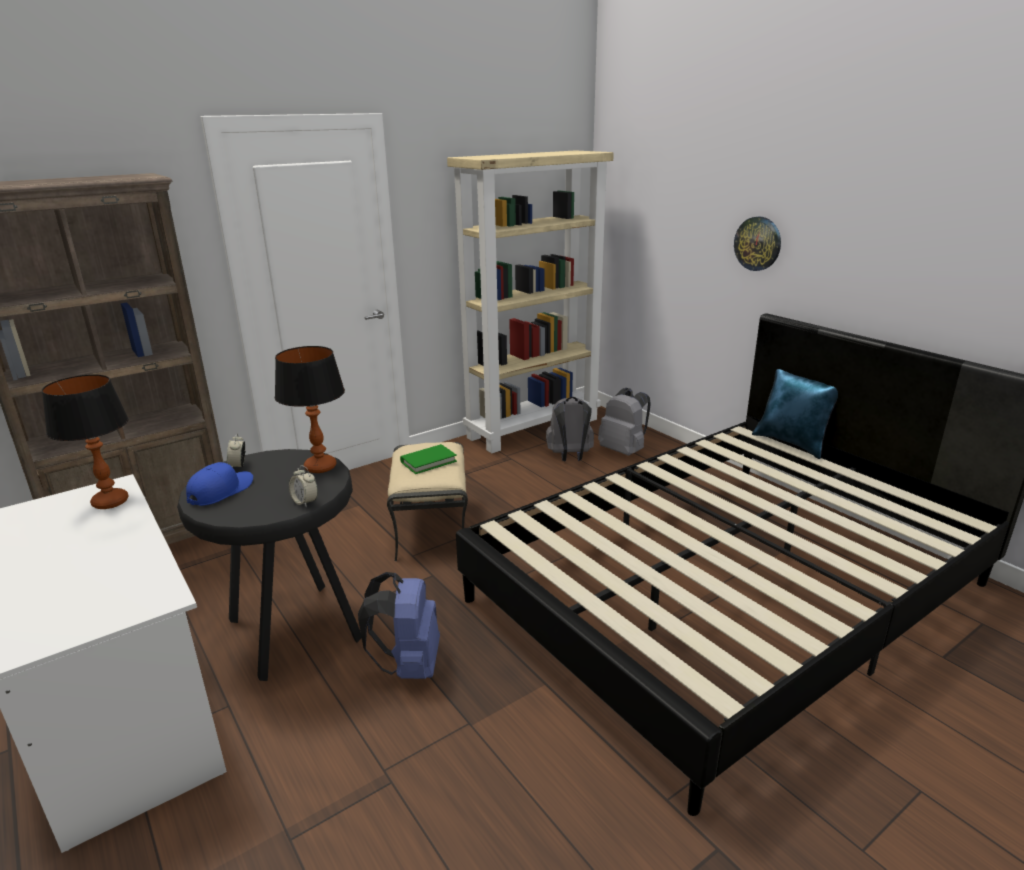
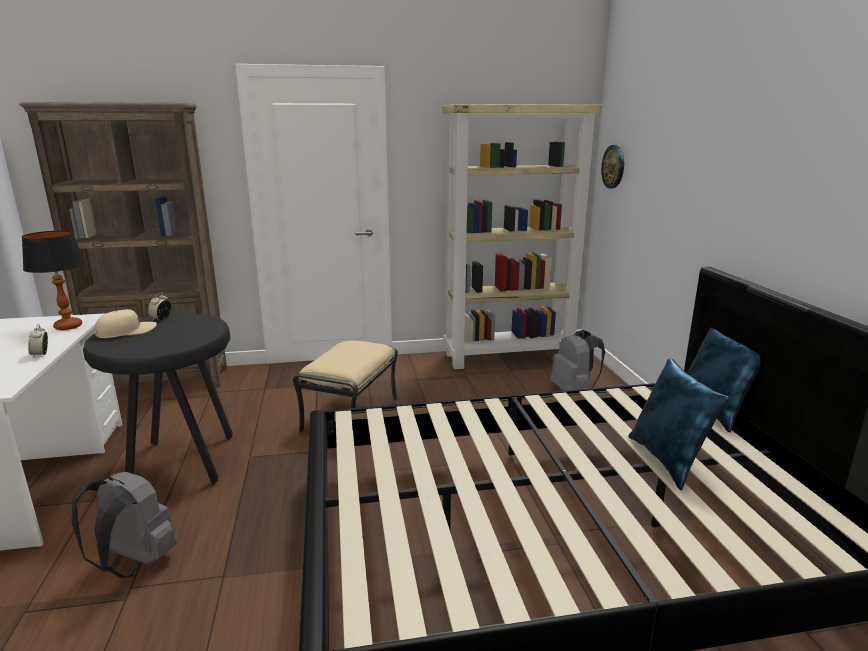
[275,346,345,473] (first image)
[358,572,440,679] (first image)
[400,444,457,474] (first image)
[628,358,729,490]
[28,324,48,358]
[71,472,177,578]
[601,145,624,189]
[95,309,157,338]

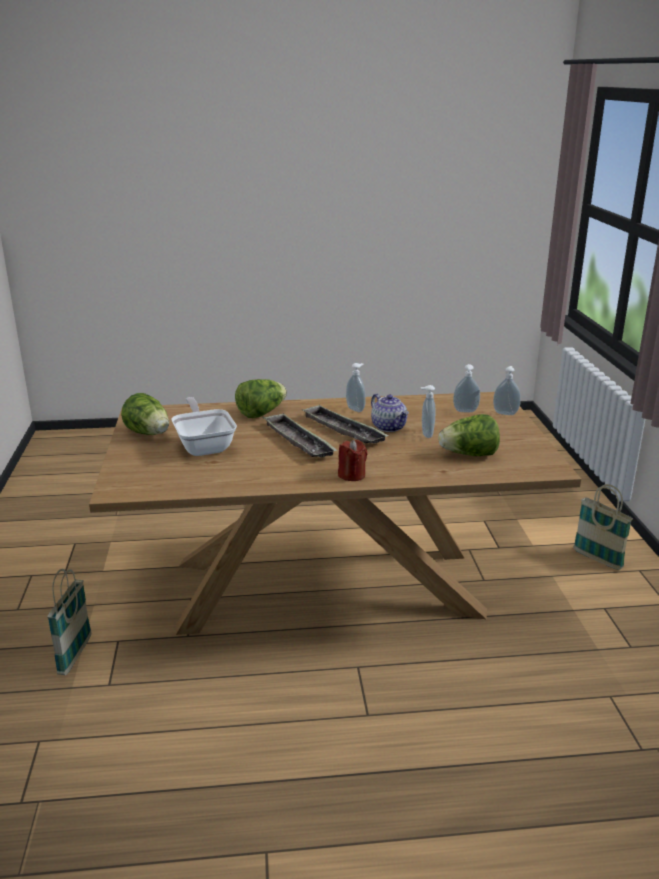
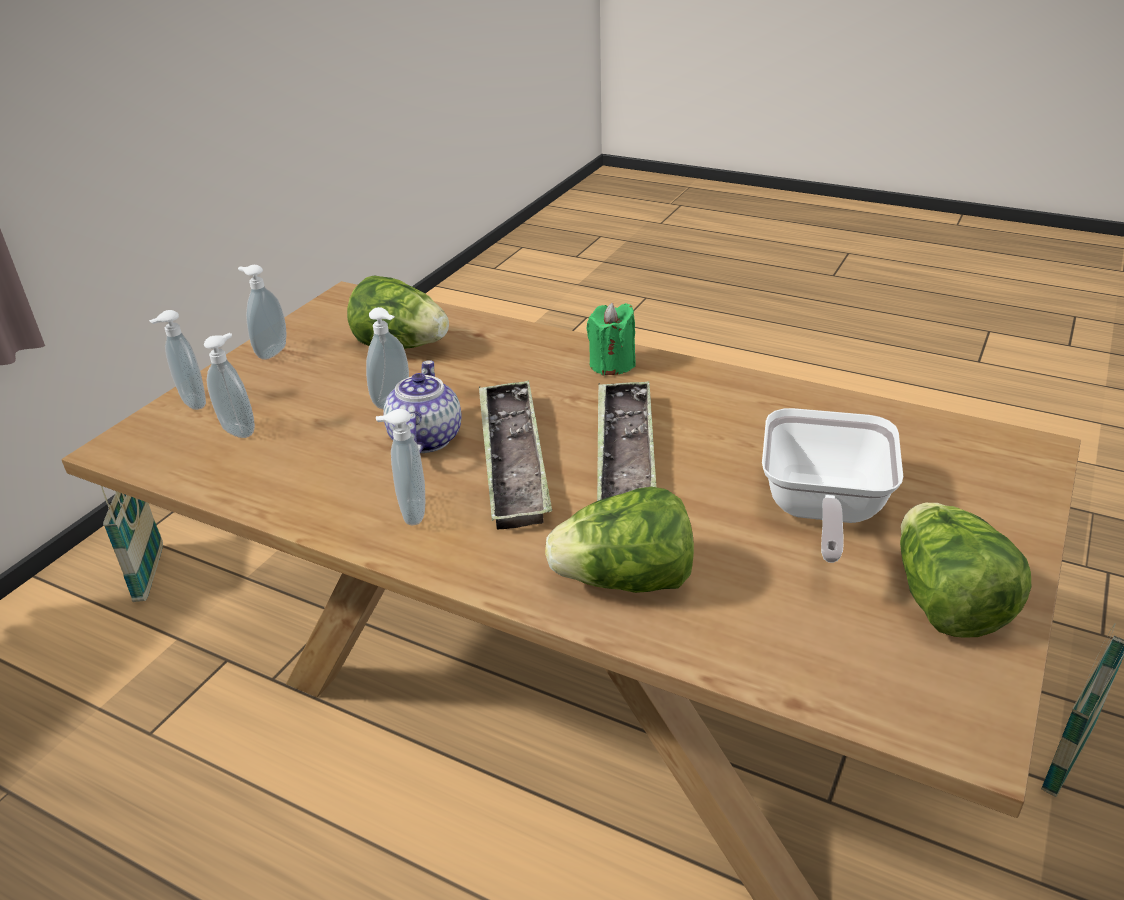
[238,265,287,360]
[586,303,636,375]

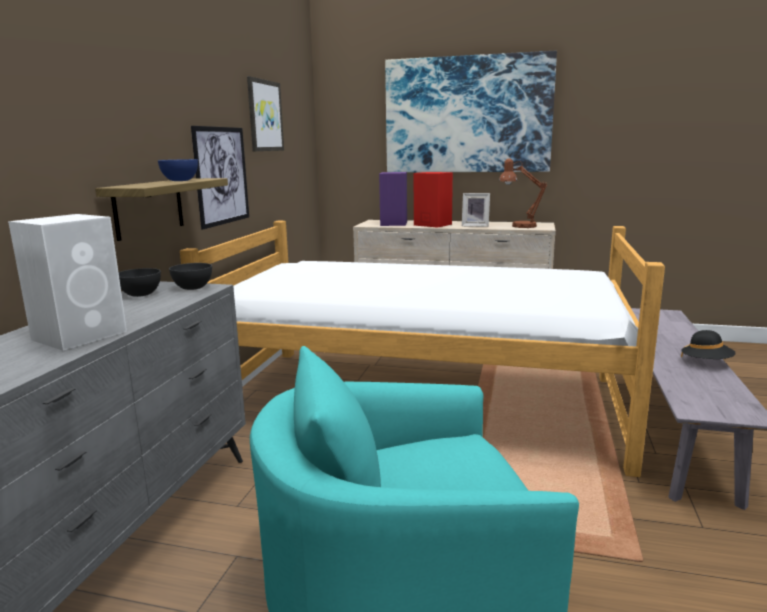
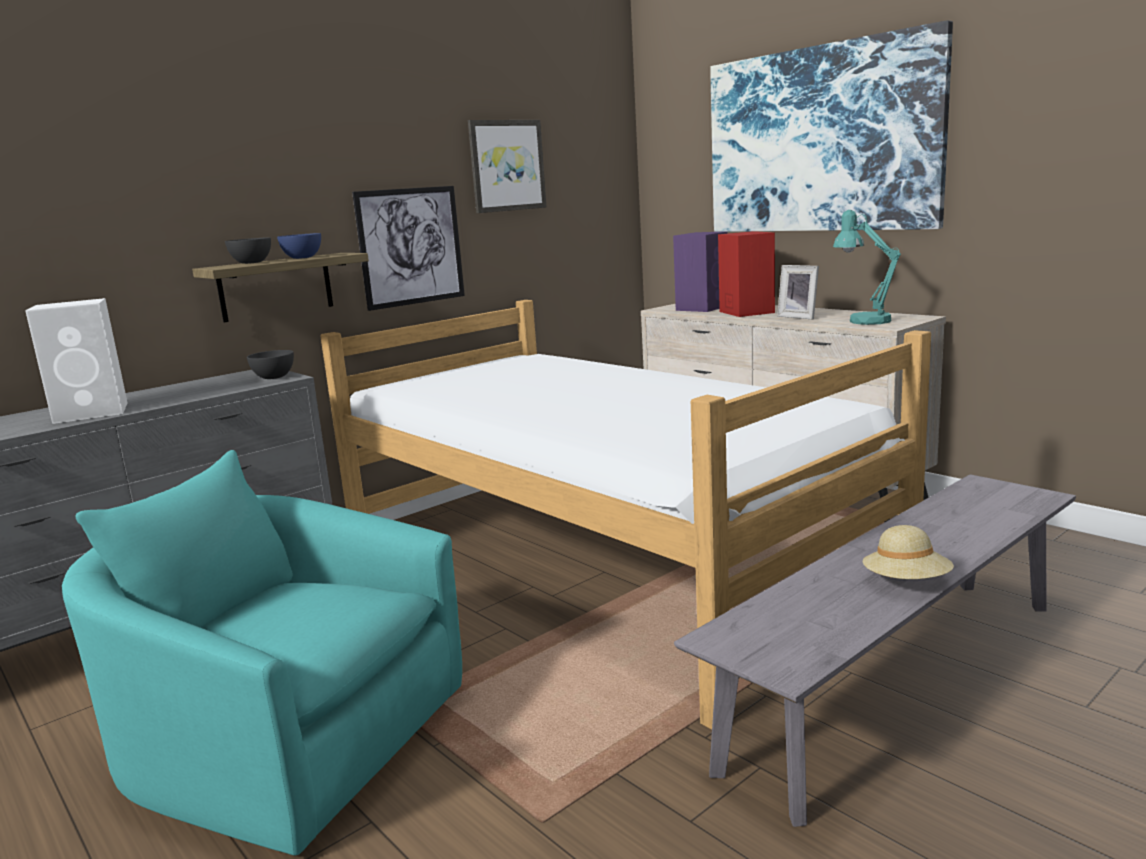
[225,237,271,264]
[833,210,901,325]
[862,525,954,579]

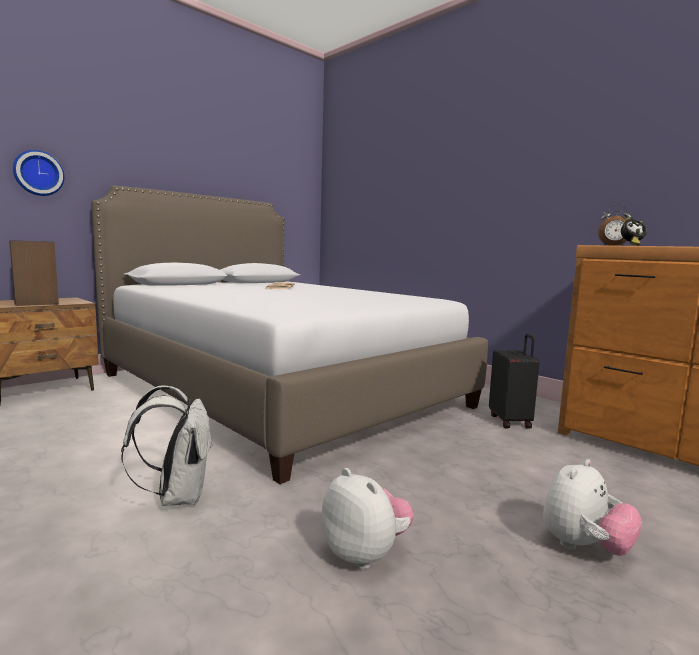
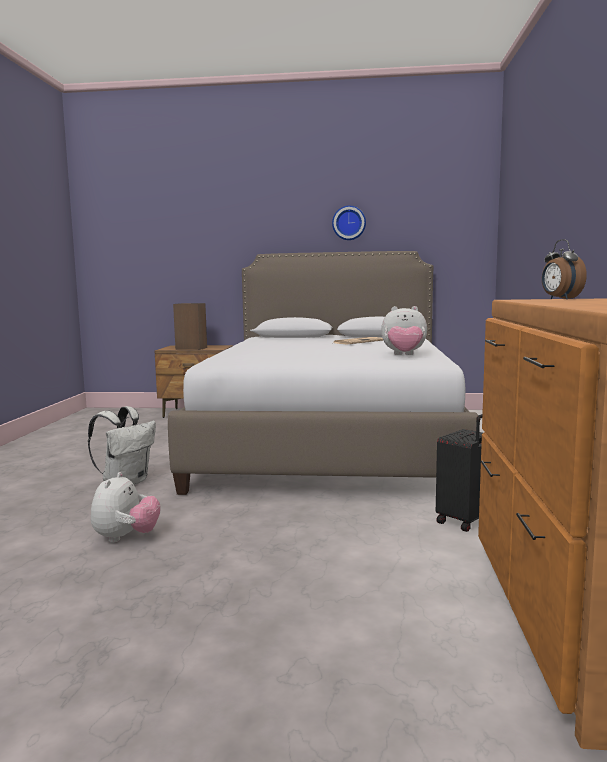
[621,217,647,246] (first image)
[332,206,366,240]
[381,306,427,355]

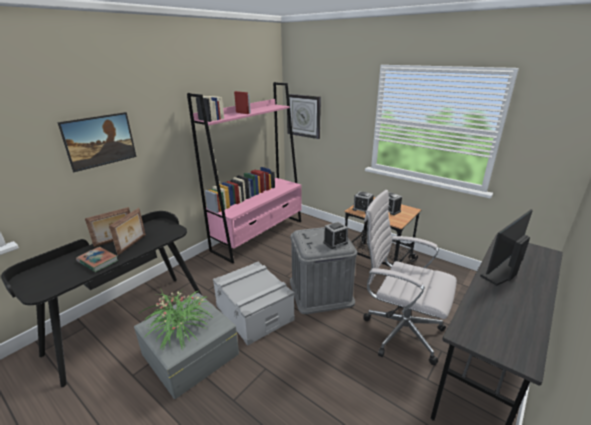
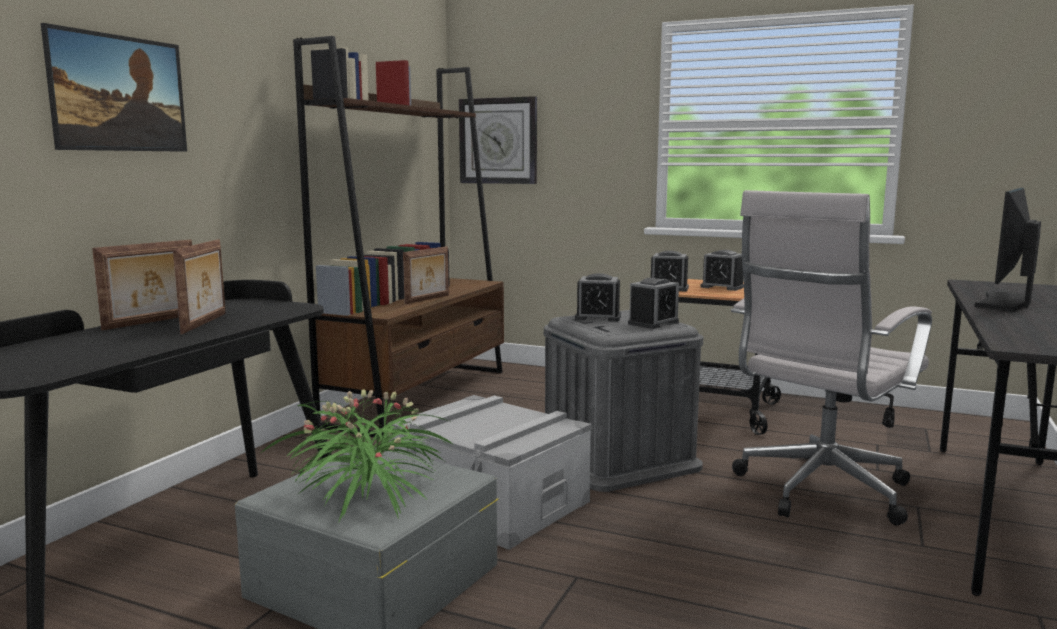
[76,247,118,272] (first image)
[403,246,449,304]
[575,273,621,321]
[293,36,504,439]
[731,190,932,526]

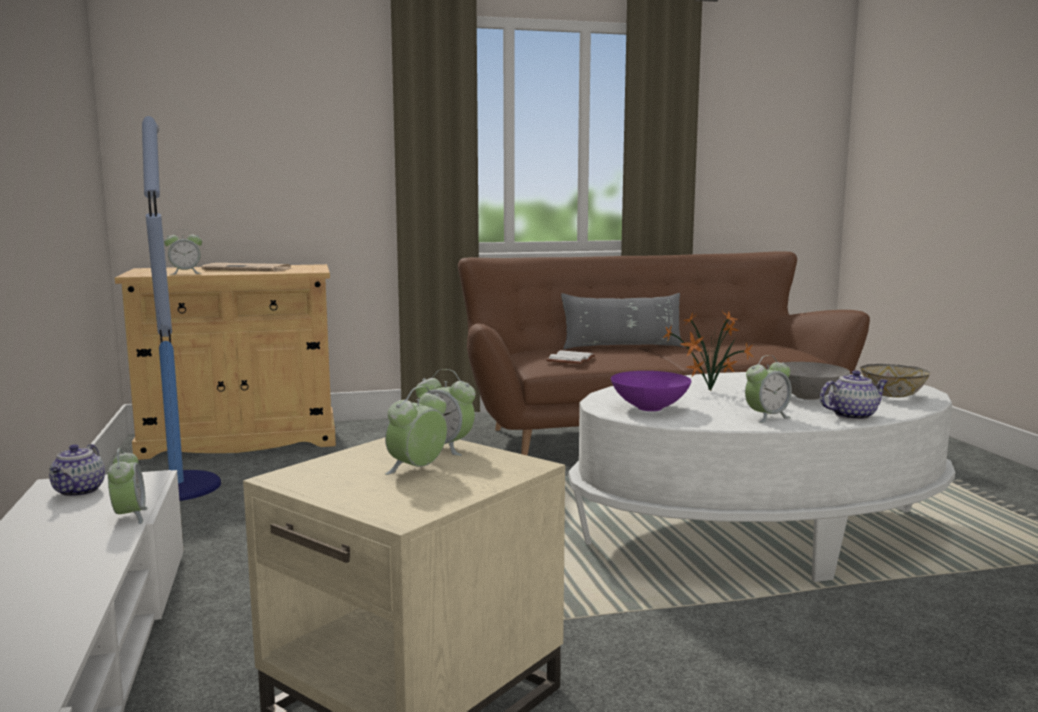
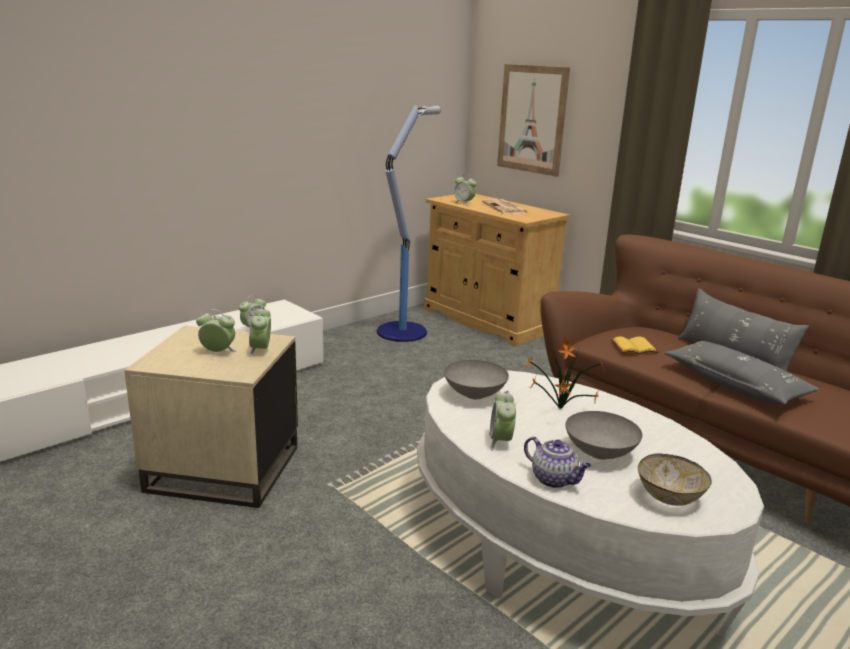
[49,444,105,497] (first image)
[497,64,570,177]
[664,341,820,404]
[611,337,659,354]
[444,360,509,399]
[489,390,516,451]

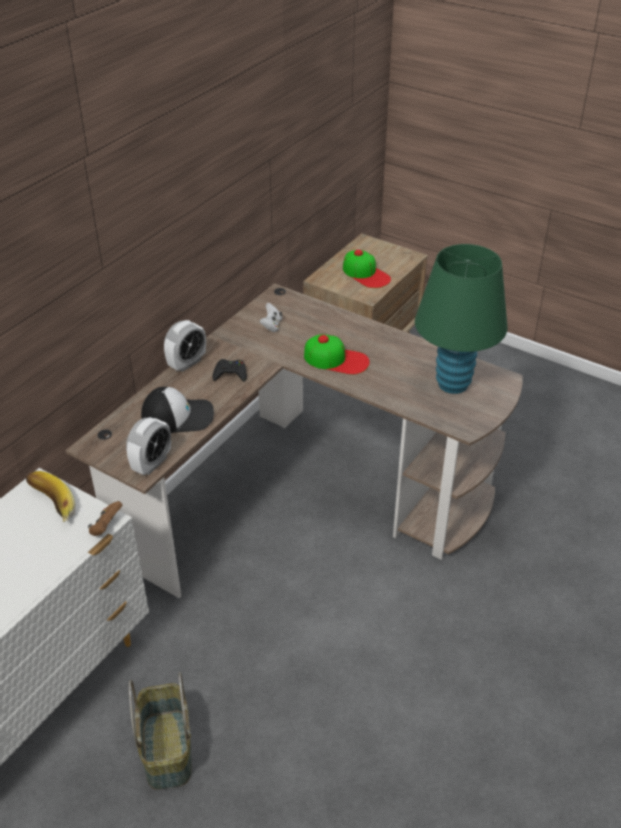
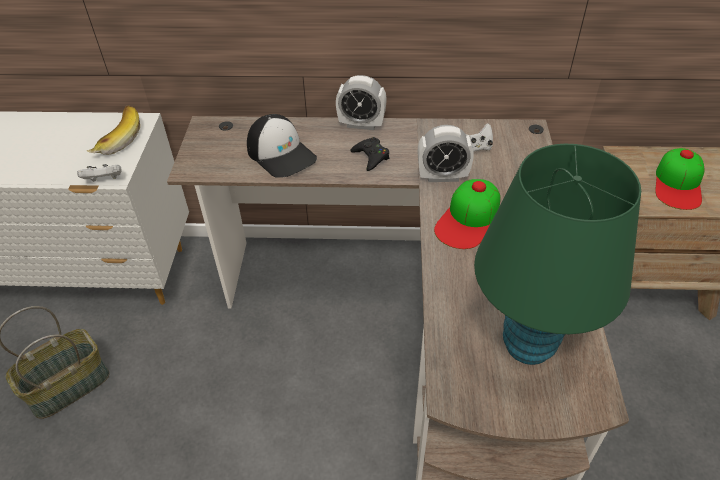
[418,125,474,182]
[77,164,122,182]
[434,179,500,249]

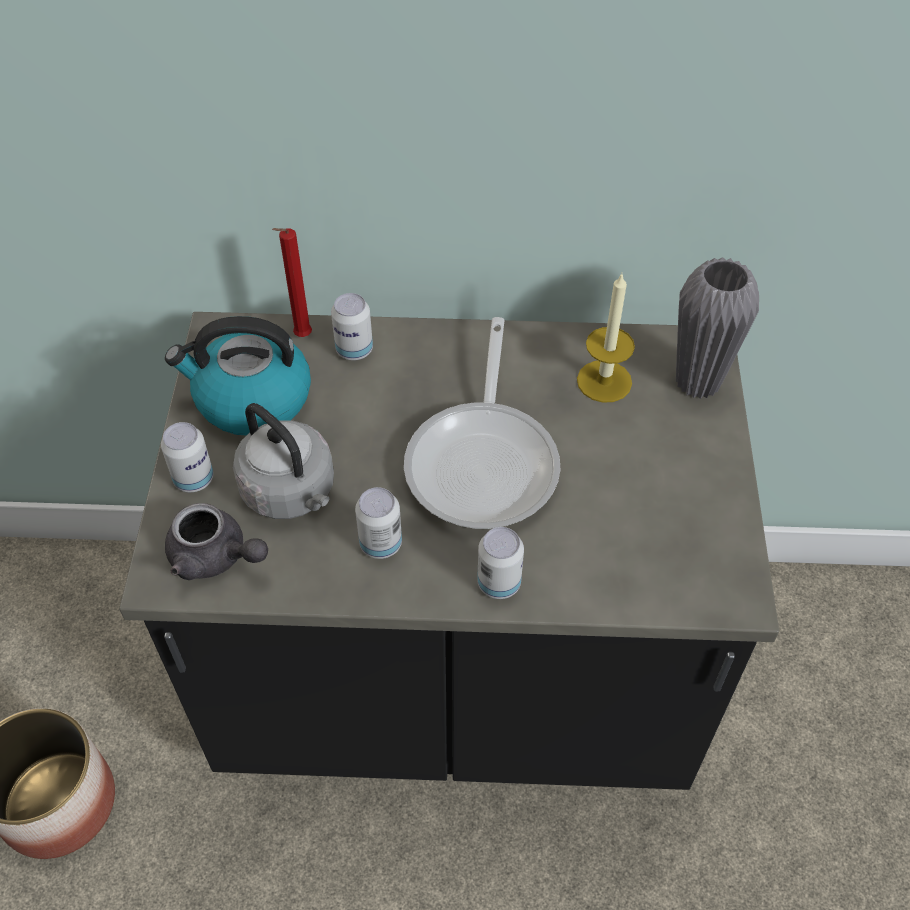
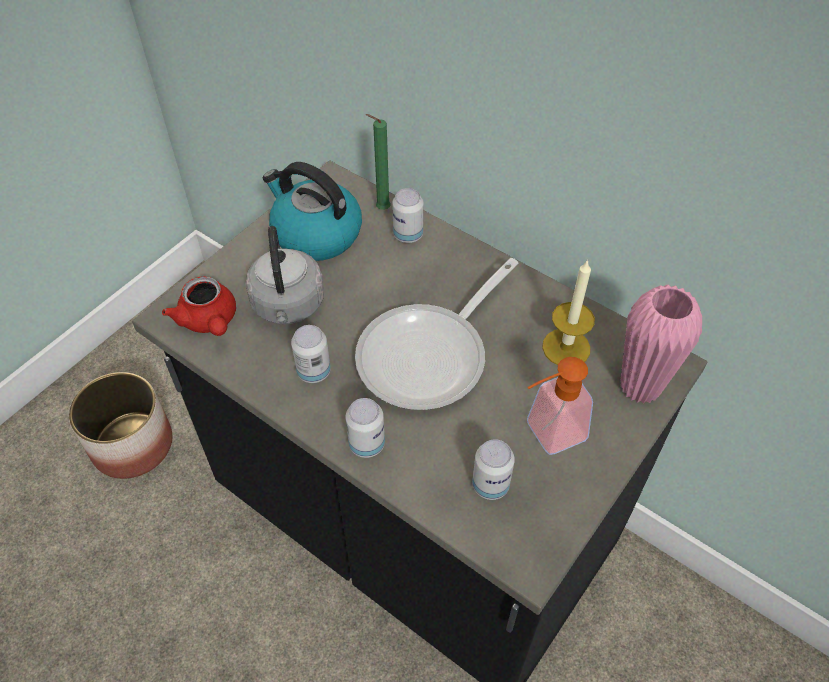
[527,357,593,455]
[472,439,515,500]
[162,276,236,336]
[366,114,391,210]
[620,285,702,404]

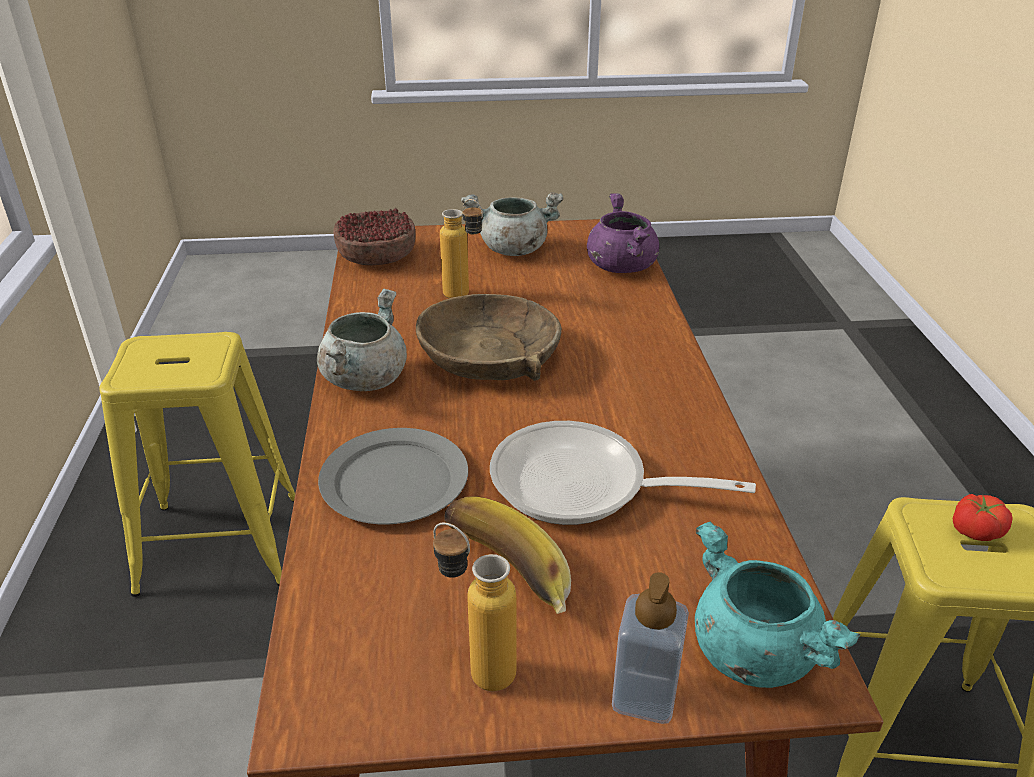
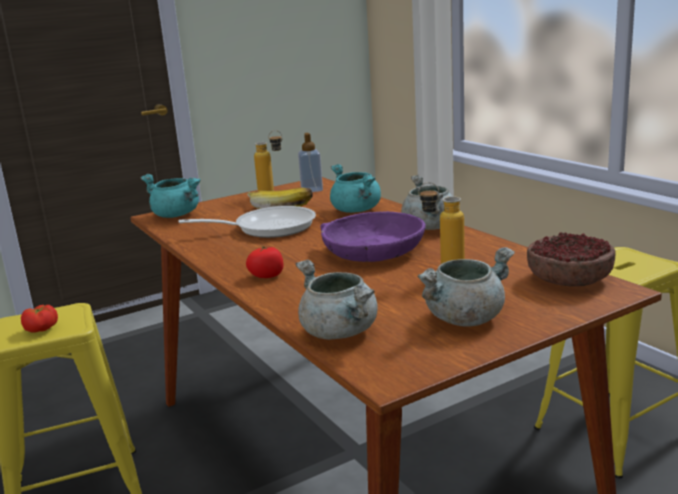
[246,245,283,278]
[298,133,323,192]
[330,164,381,213]
[320,211,426,262]
[296,259,378,340]

